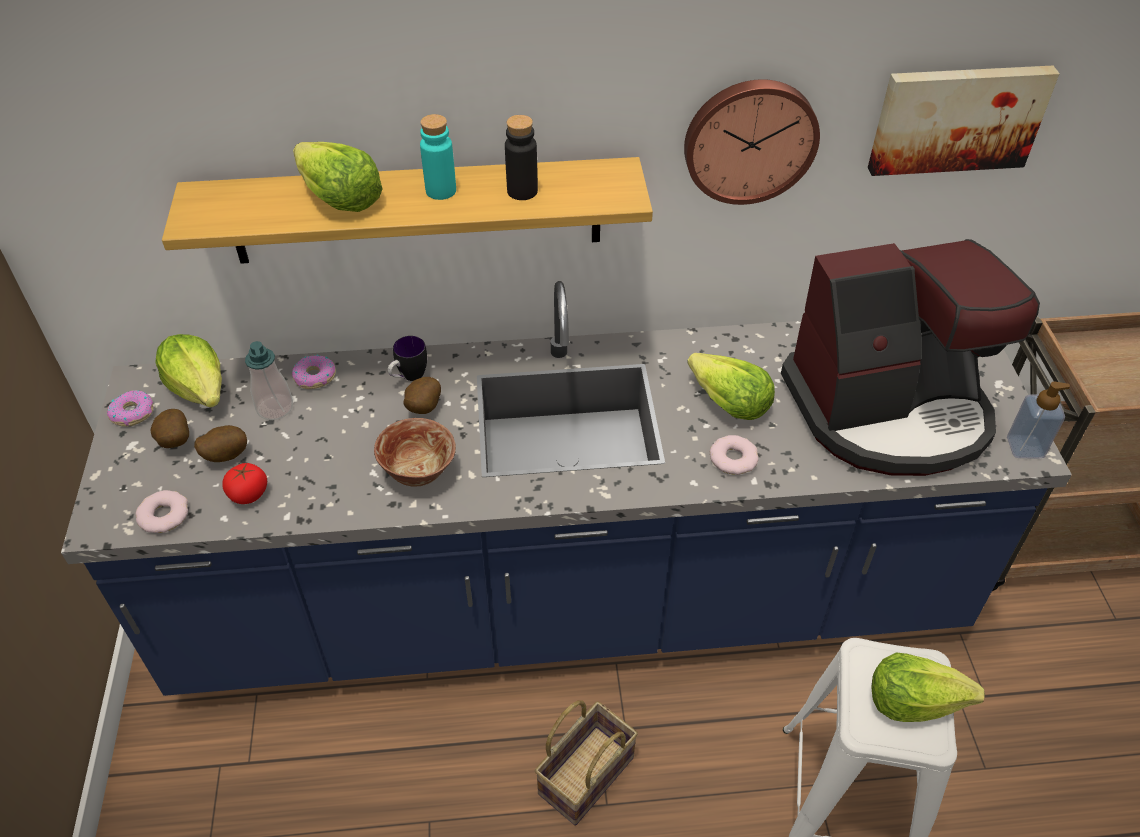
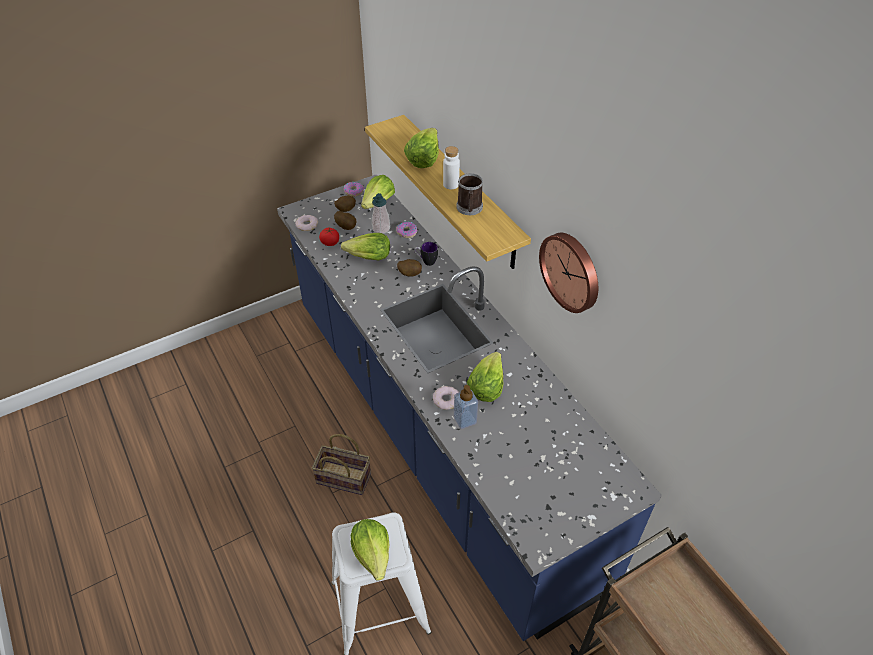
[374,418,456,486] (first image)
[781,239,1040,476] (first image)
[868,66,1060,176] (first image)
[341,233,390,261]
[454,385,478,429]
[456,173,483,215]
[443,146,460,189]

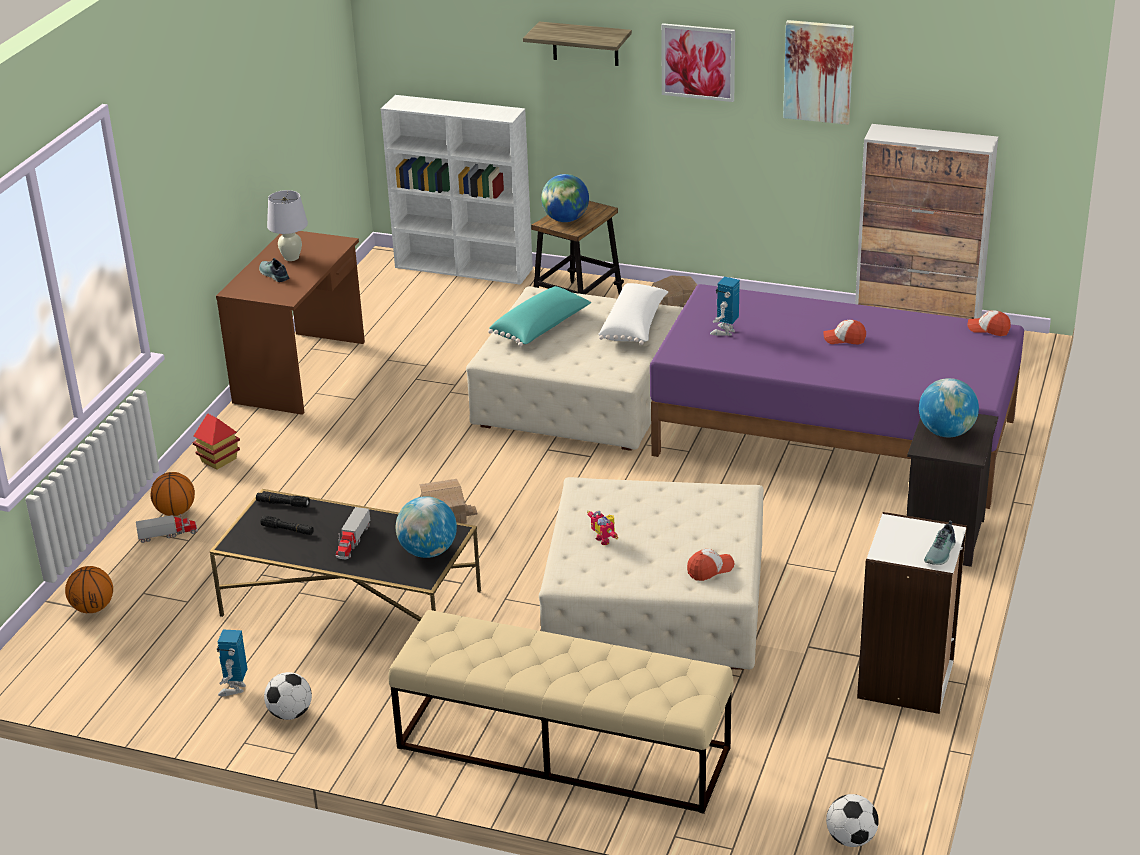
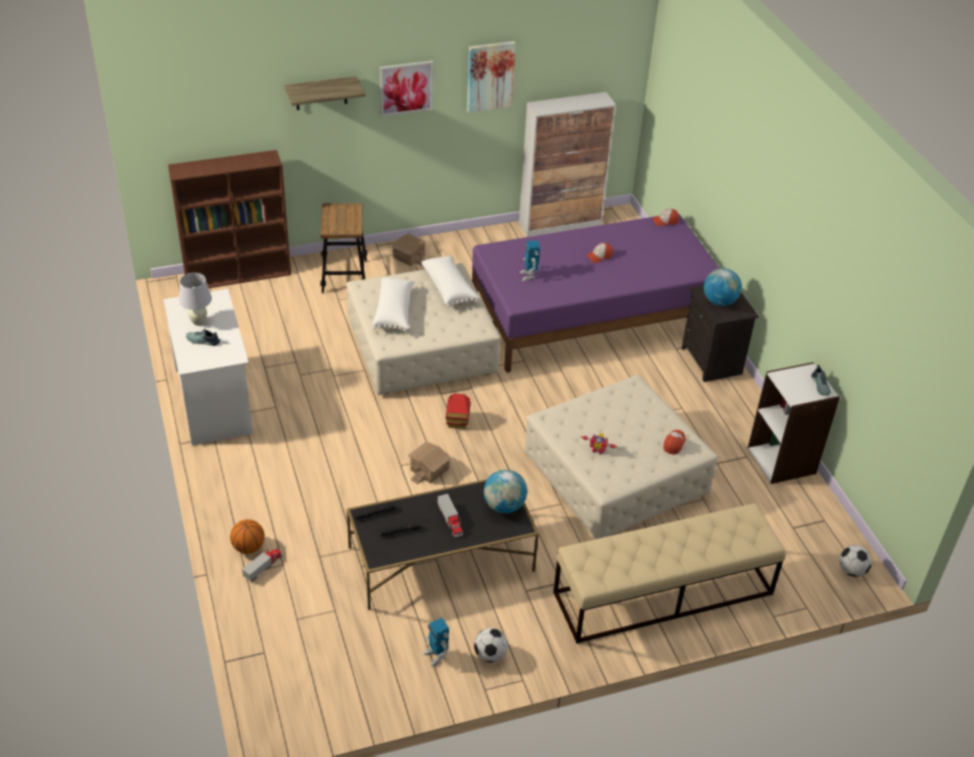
[65,566,113,613] (first image)
[541,174,589,222] (first image)
[446,393,471,429]
[164,289,253,445]
[168,150,291,288]
[372,278,415,332]

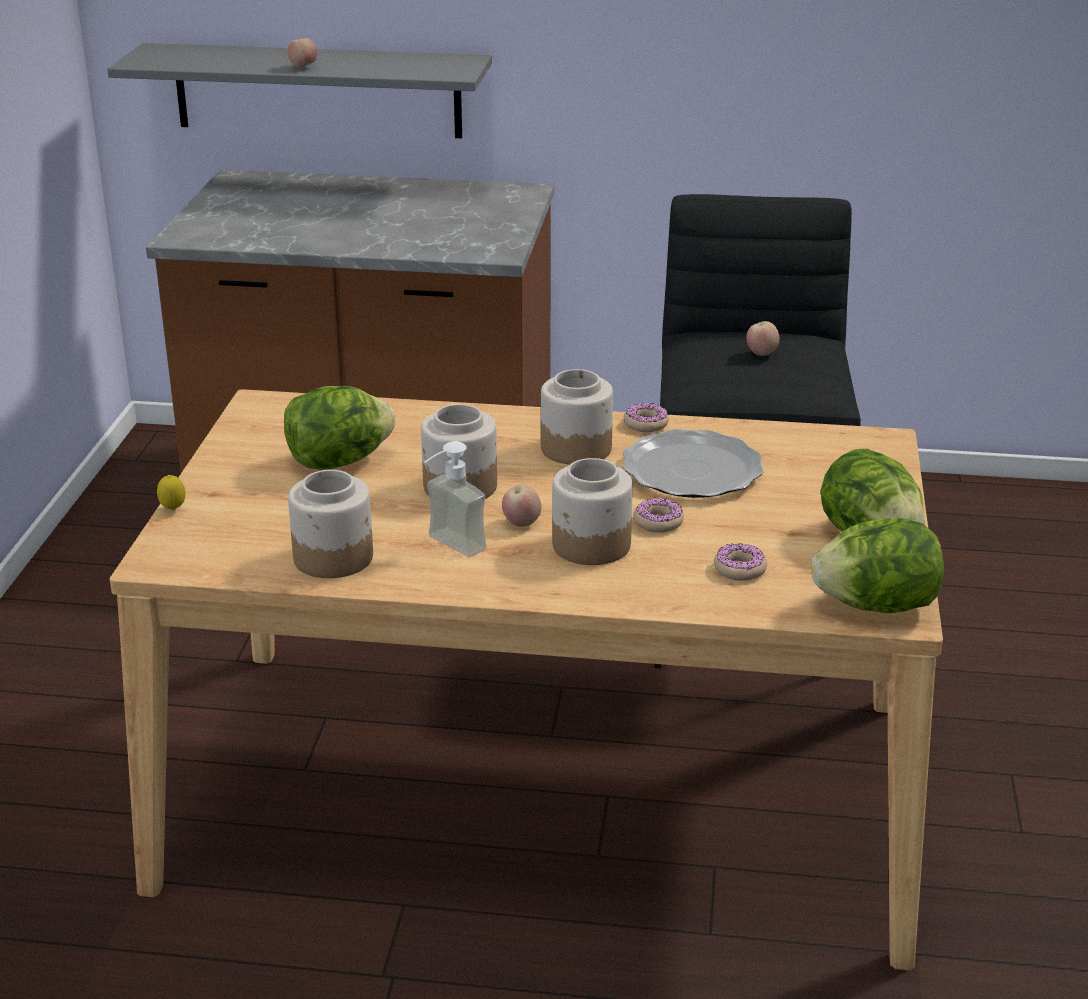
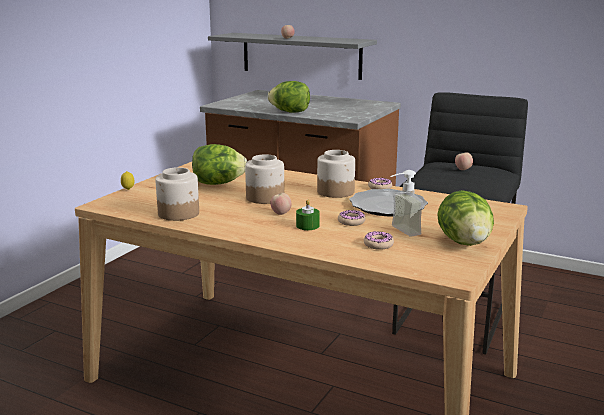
[390,170,423,237]
[268,81,310,113]
[296,200,320,230]

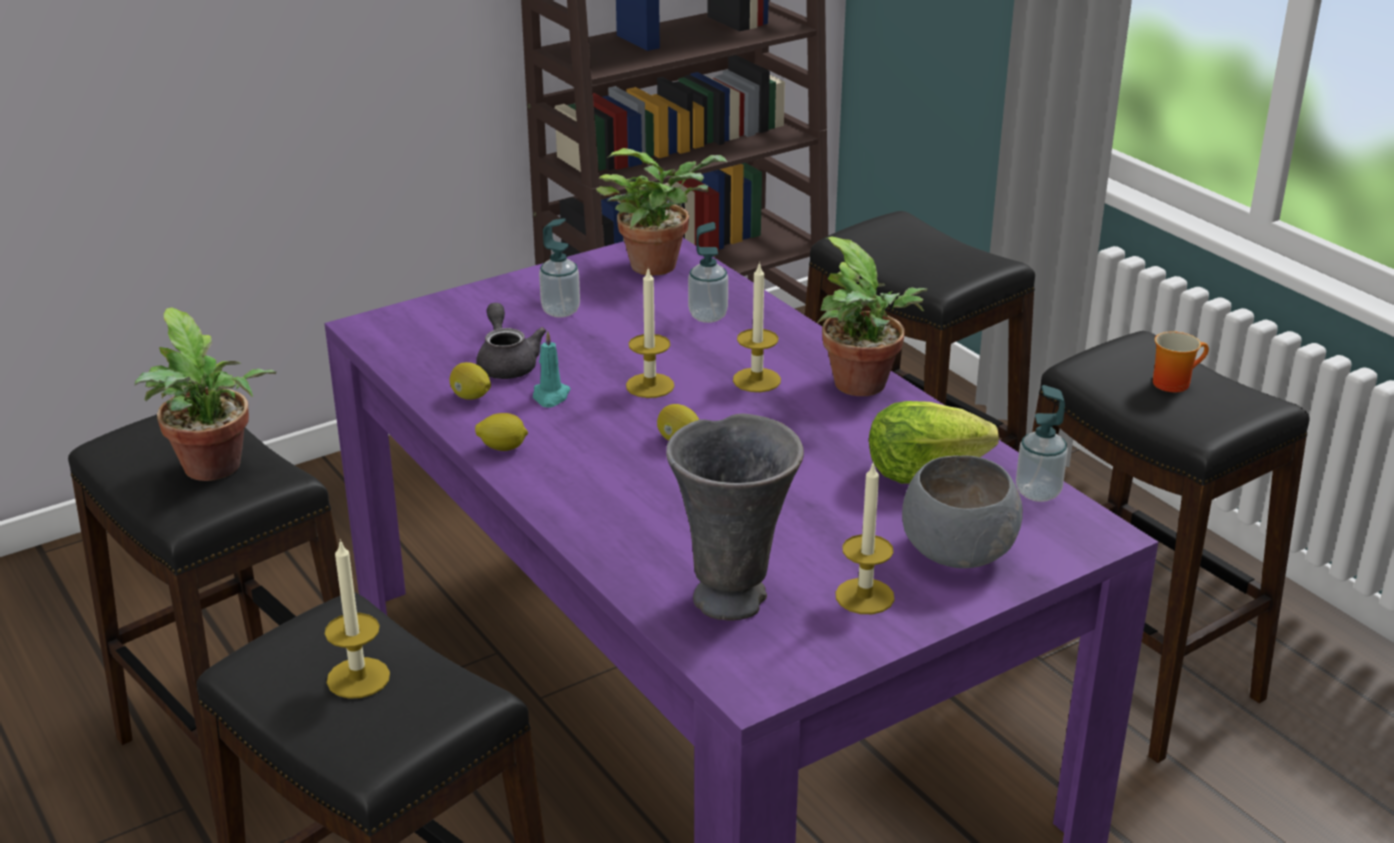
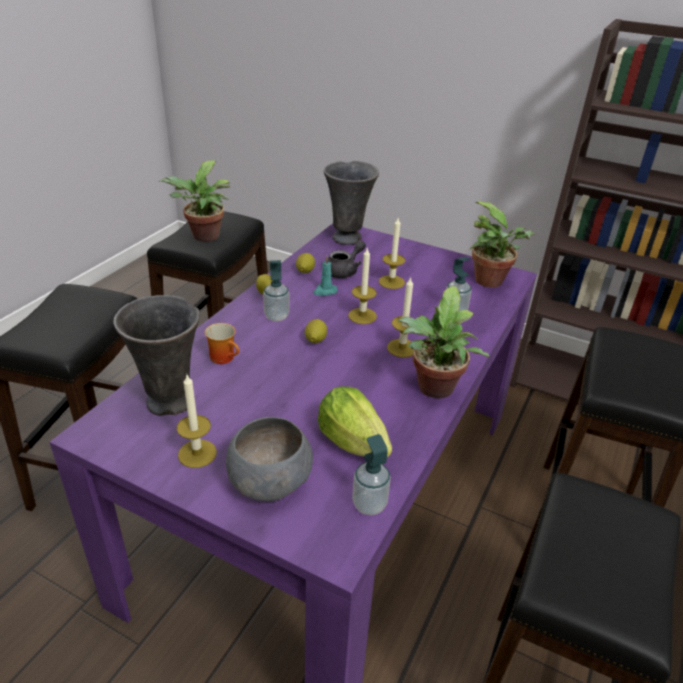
[324,161,379,245]
[379,218,405,289]
[263,260,290,322]
[205,323,240,364]

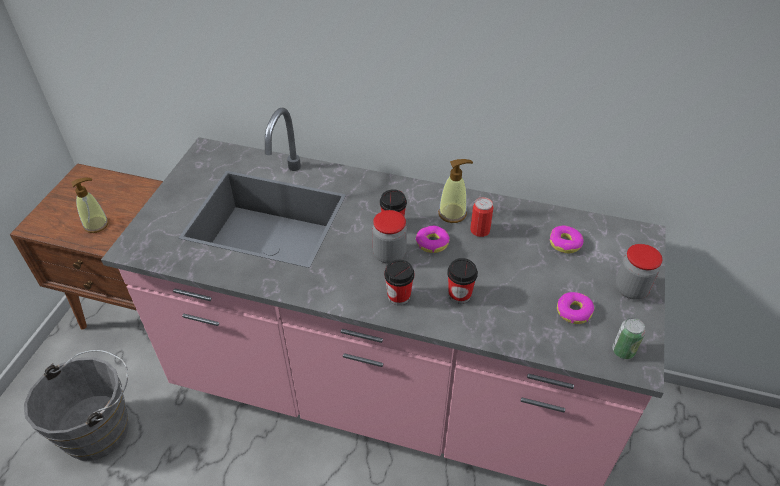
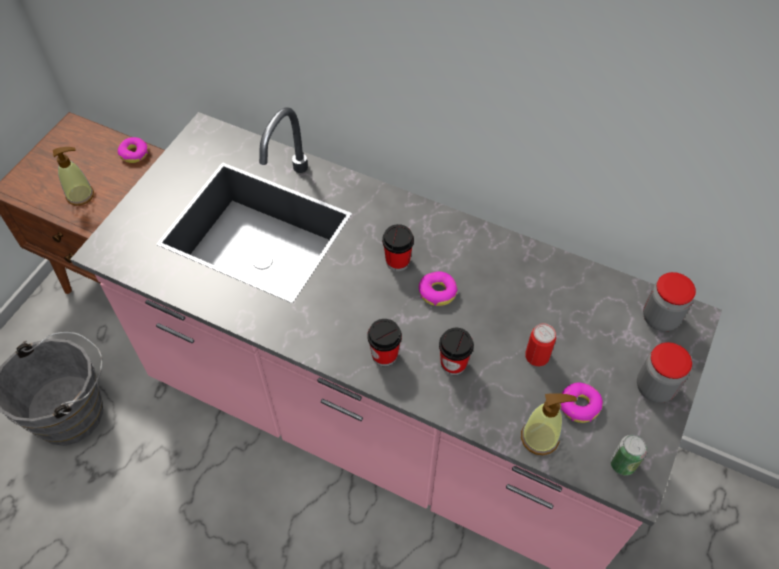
[643,272,696,331]
[521,393,577,455]
[525,323,556,366]
[118,137,148,163]

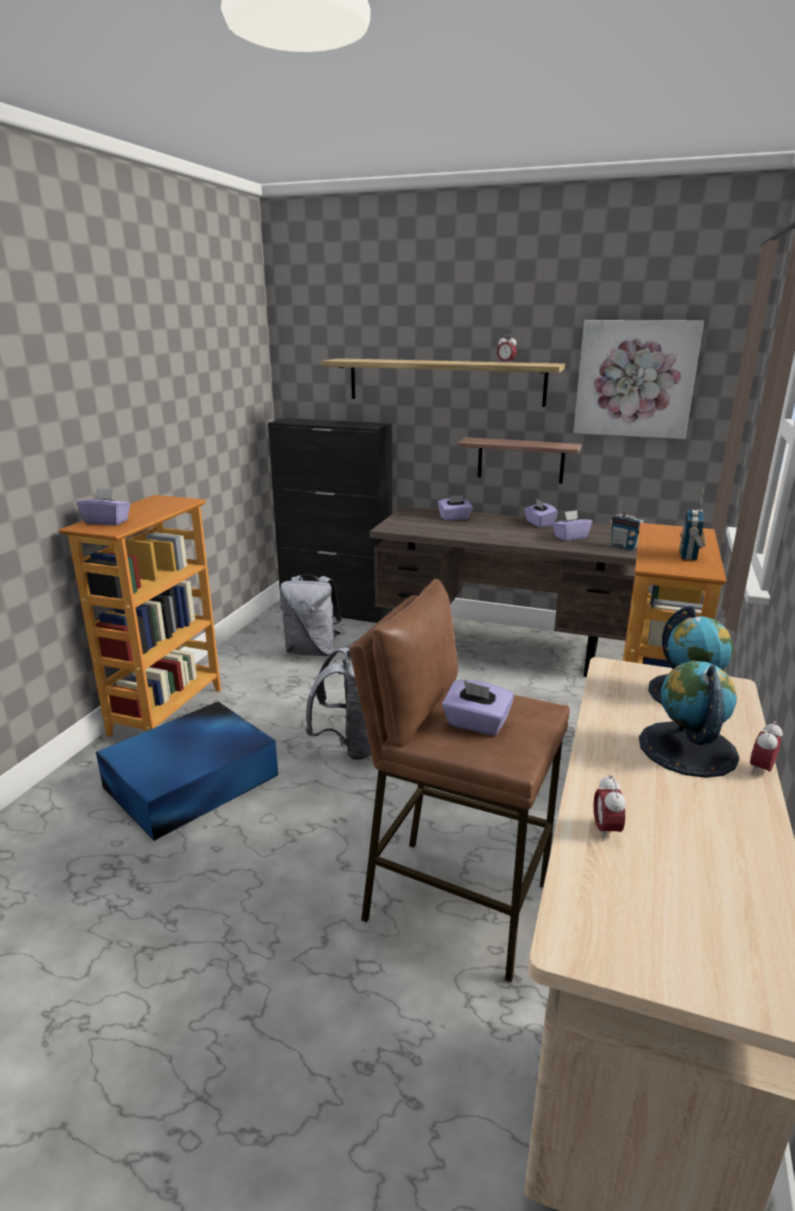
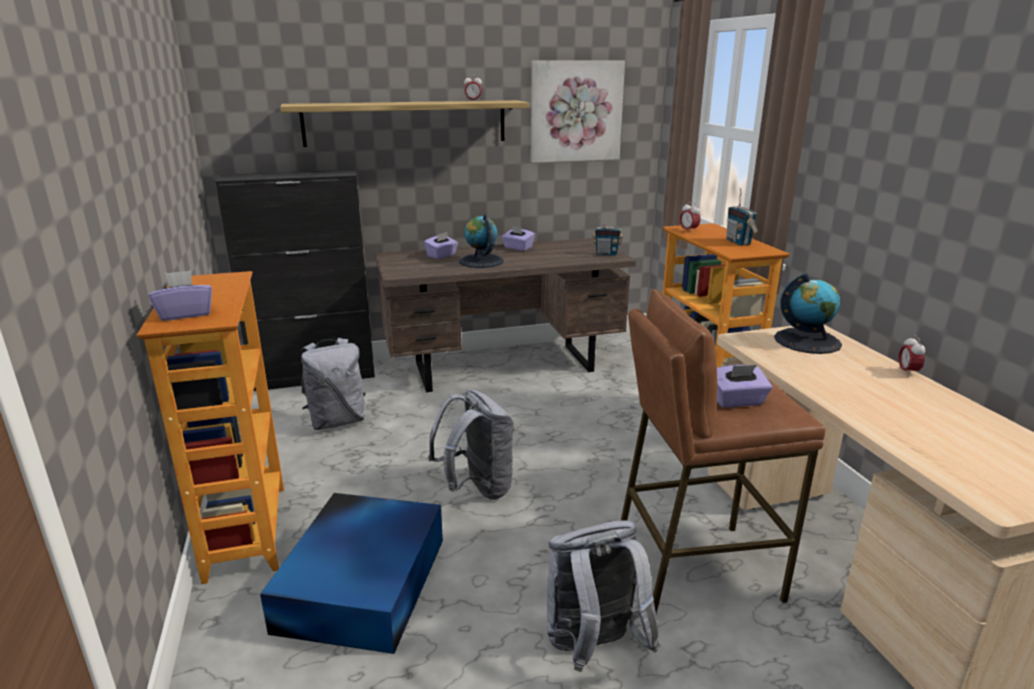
[457,437,582,483] (first image)
[552,510,592,541] (first image)
[547,520,661,672]
[680,202,701,233]
[459,214,504,268]

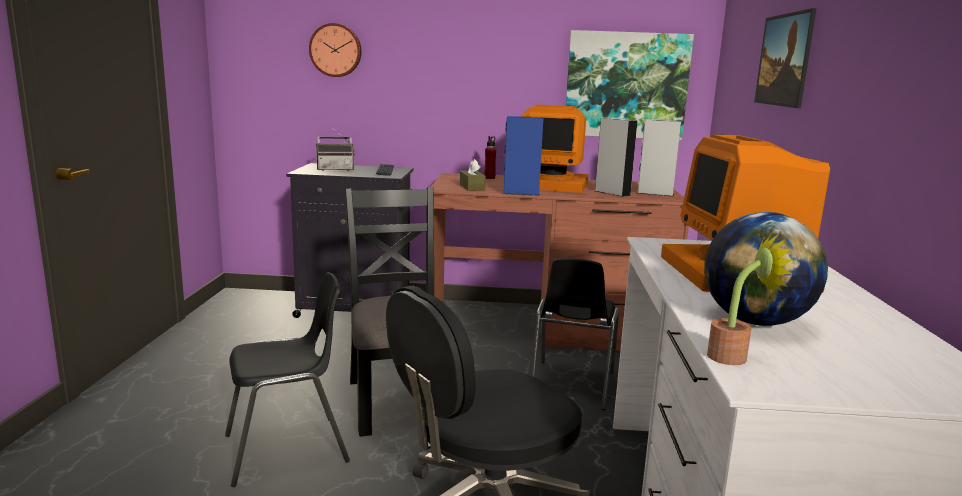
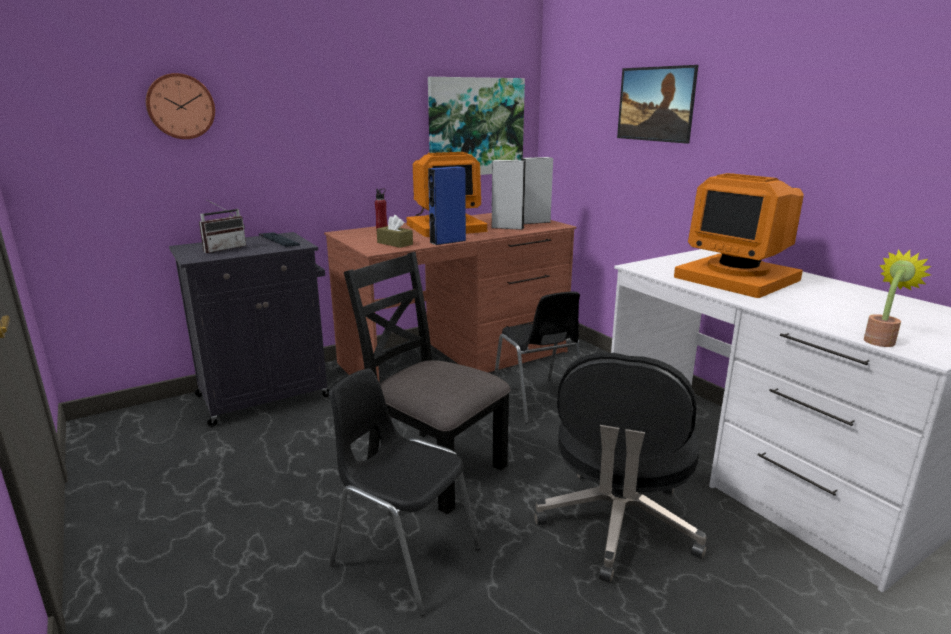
[704,212,828,326] (first image)
[329,368,480,616]

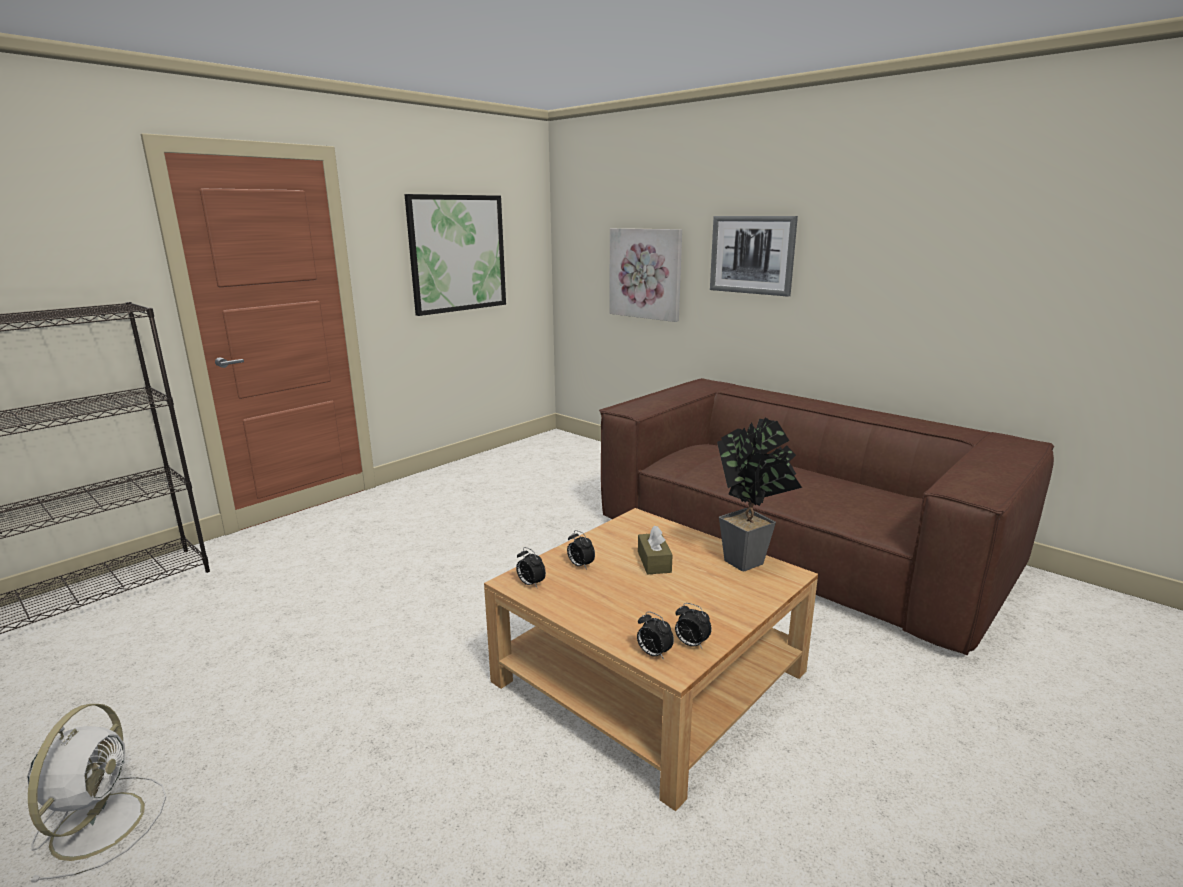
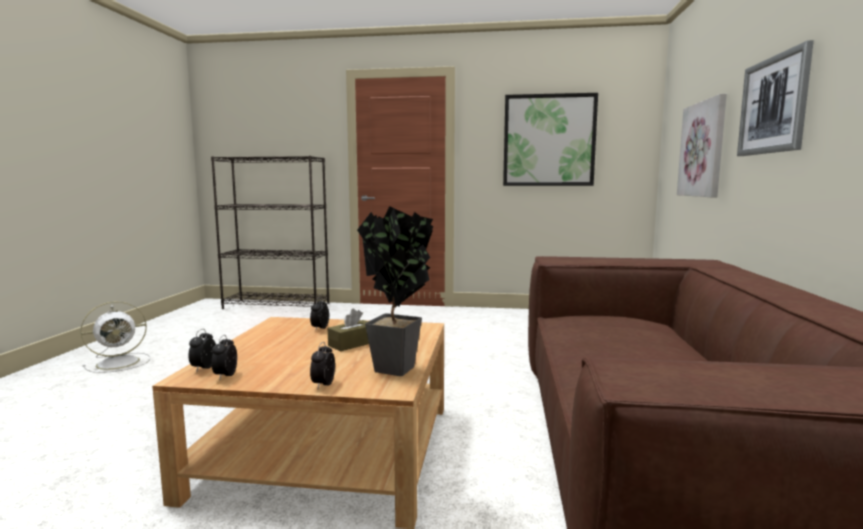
[310,342,335,389]

